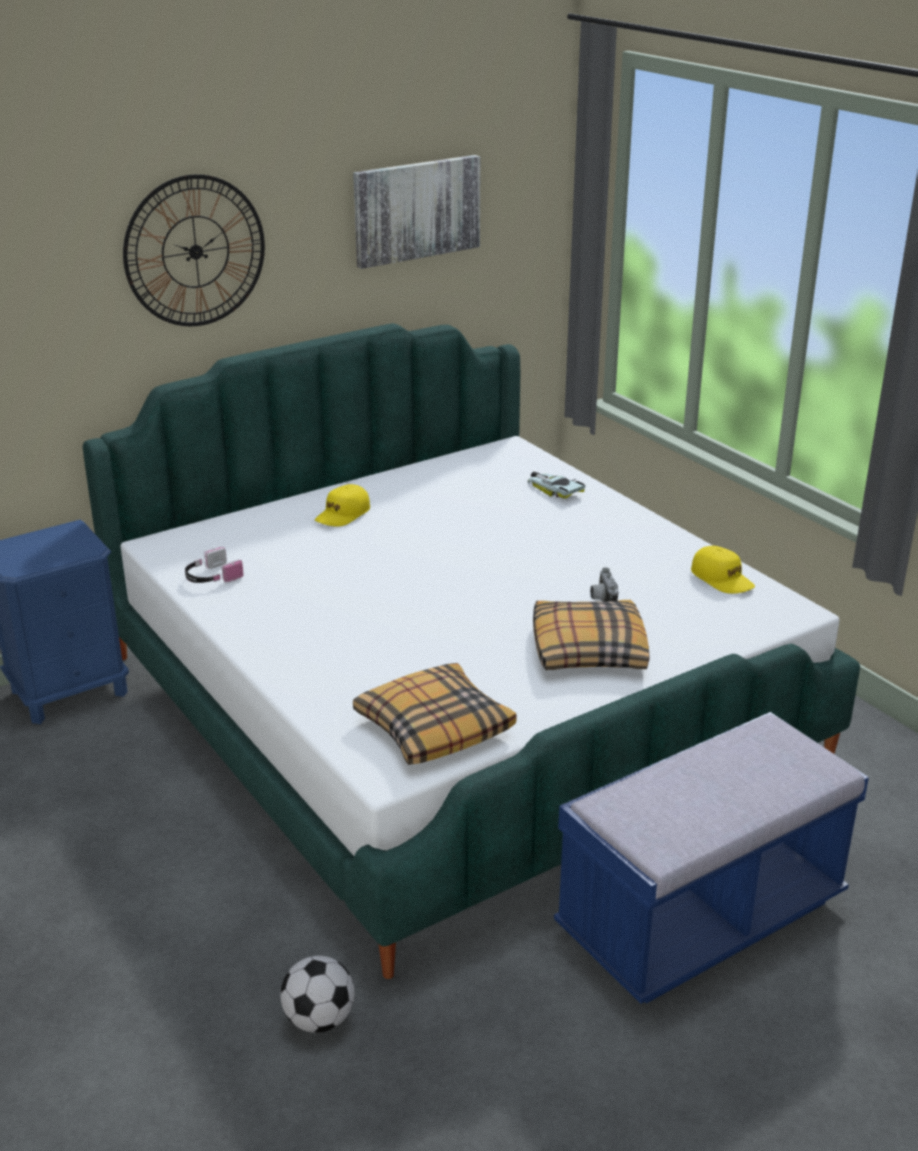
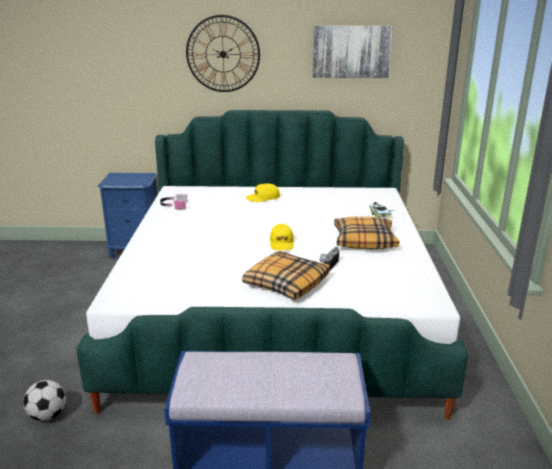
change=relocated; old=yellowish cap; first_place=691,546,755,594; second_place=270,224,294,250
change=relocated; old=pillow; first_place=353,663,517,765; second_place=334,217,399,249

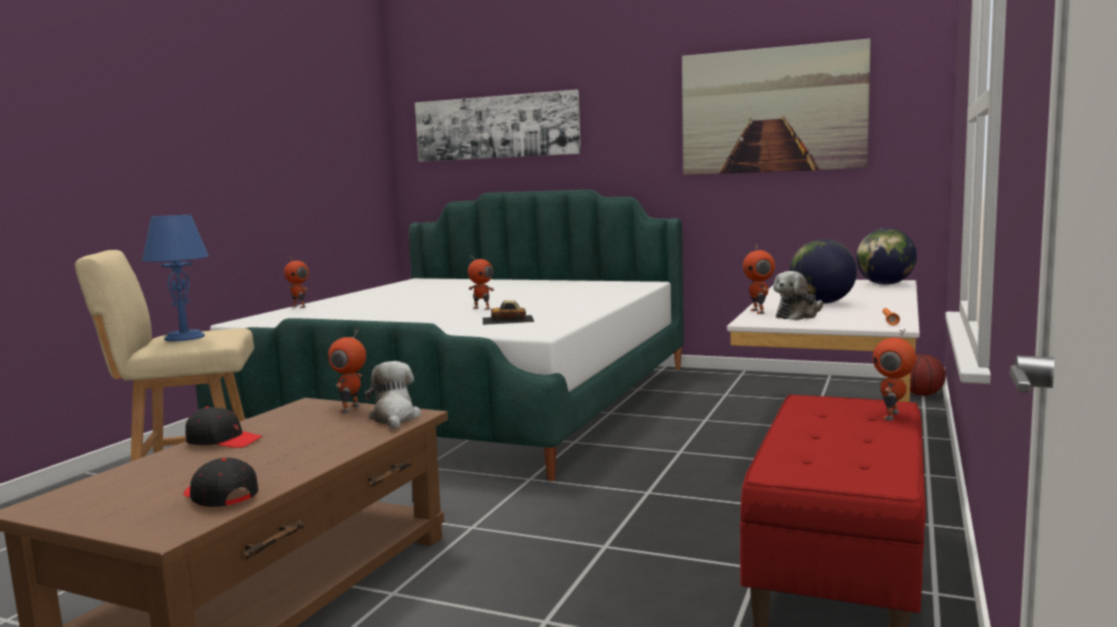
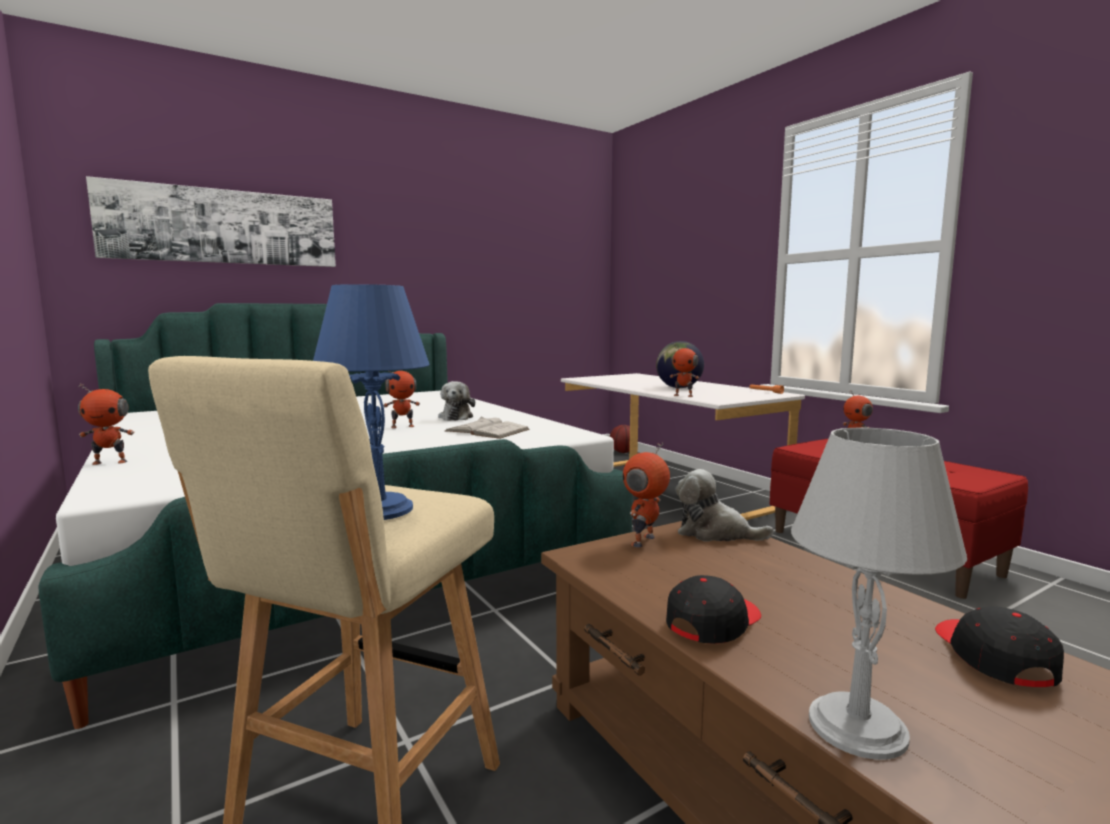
change=missing; old=picture; first_place=682,39,871,175
change=missing; old=desk globe; first_place=856,228,917,285
change=relocated; old=plush toy; first_place=773,271,823,320; second_place=438,381,475,421
change=exchanged; old=model car; new=white-coloured book; first_place=483,300,534,325; second_place=445,417,530,439
change=spun; old=robot figure; first_place=328,328,366,413; second_place=623,442,670,547; degrees=75
change=spun; old=black cap; first_place=183,458,259,507; second_place=935,606,1064,687; degrees=105
change=appeared; new=grey lamp for a table; second_place=791,427,967,760

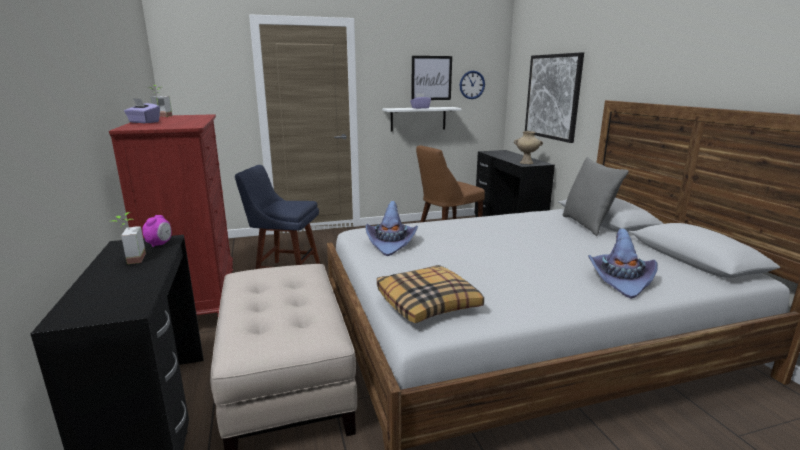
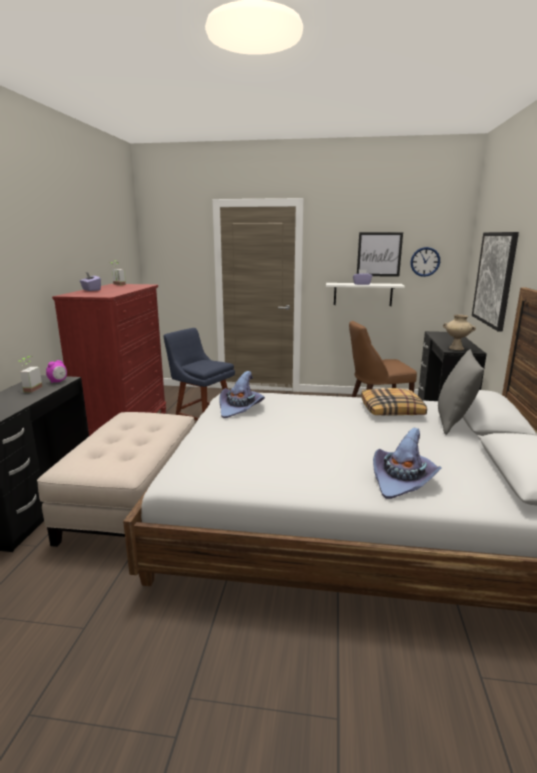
change=relocated; old=pillow; first_place=377,265,484,323; second_place=361,388,427,416

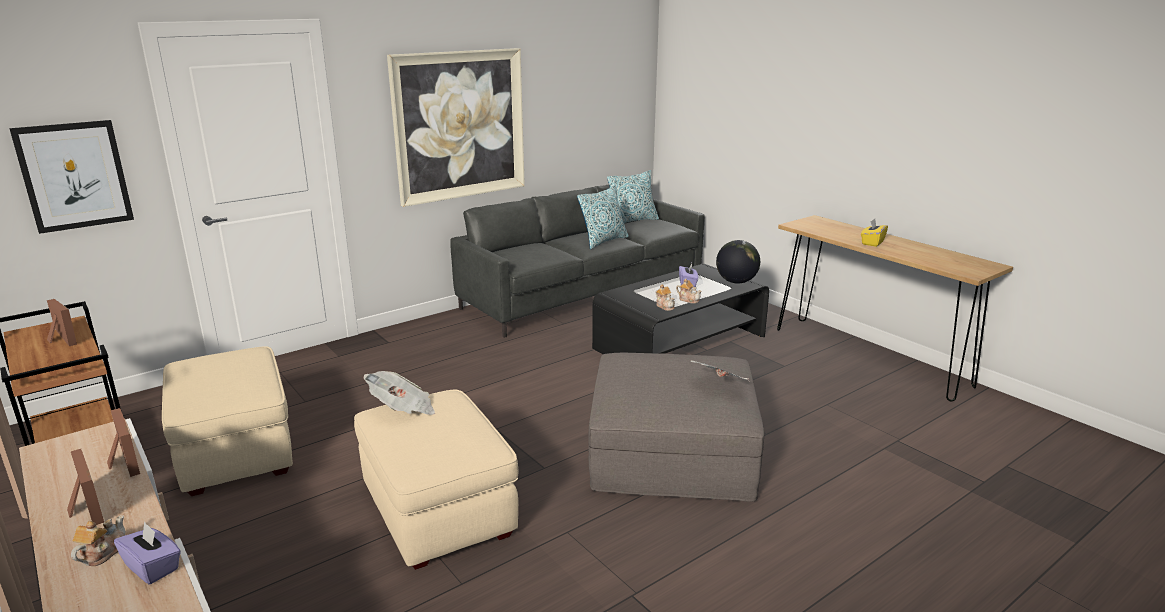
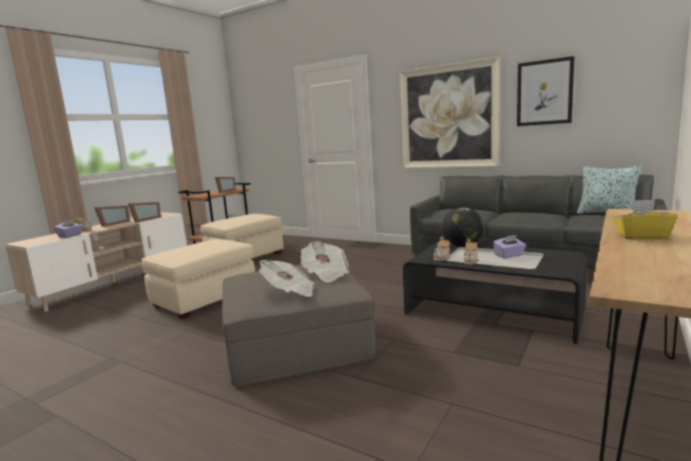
change=relocated; old=picture; first_place=9,120,134,234; second_place=517,56,575,126
change=missing; old=pillow; first_place=577,185,629,249
change=relocated; old=desk globe; first_place=716,240,760,283; second_place=442,207,484,247
change=relocated; old=printed paper; first_place=363,371,435,415; second_place=301,241,349,282

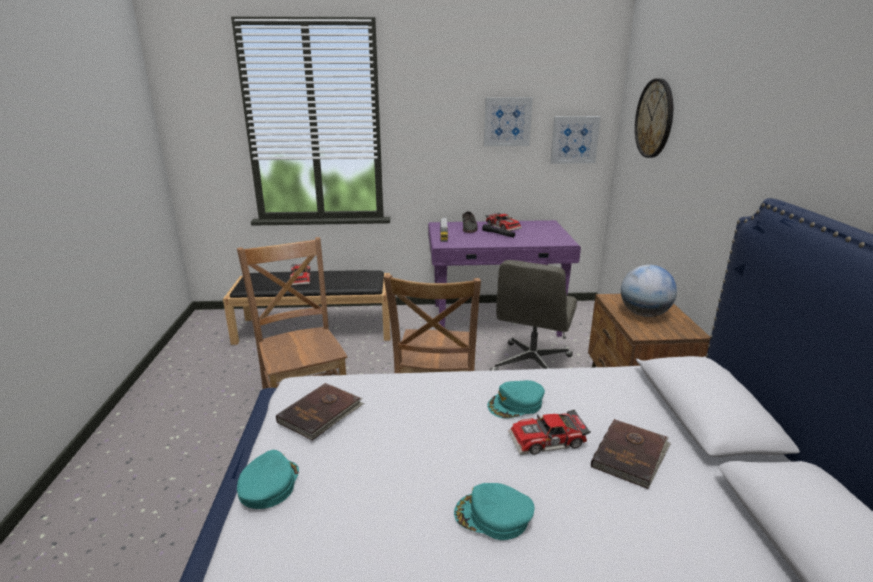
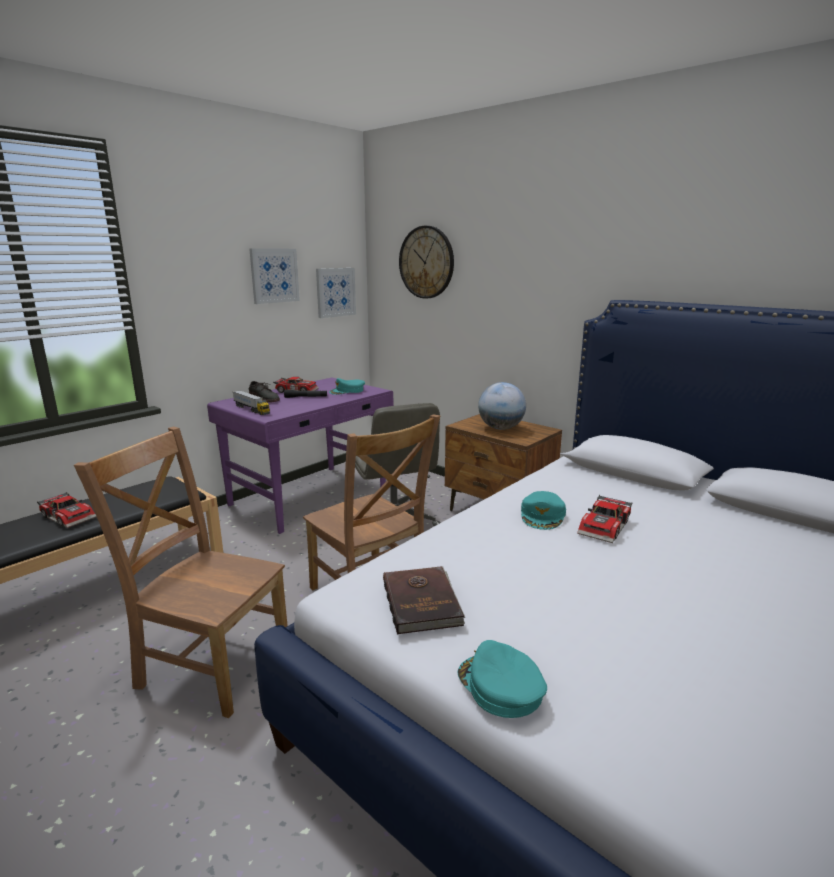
change=missing; old=brown-coloured book; first_place=591,419,671,489
change=relocated; old=turquoise cap; first_place=454,483,534,540; second_place=329,378,365,395

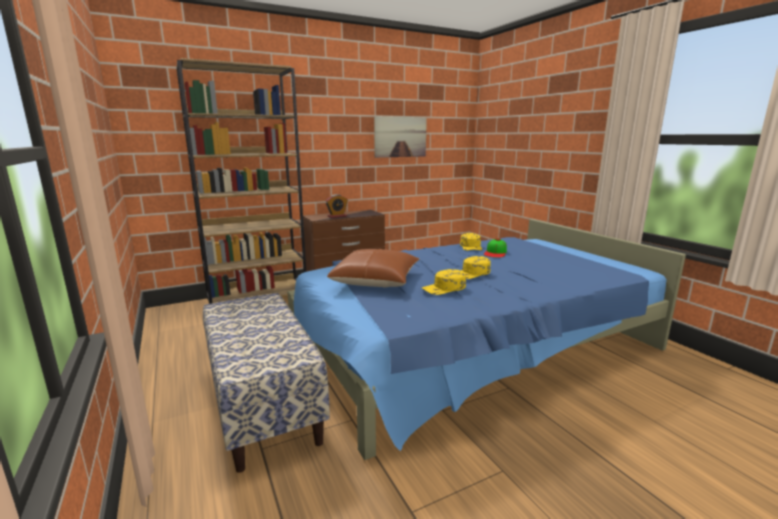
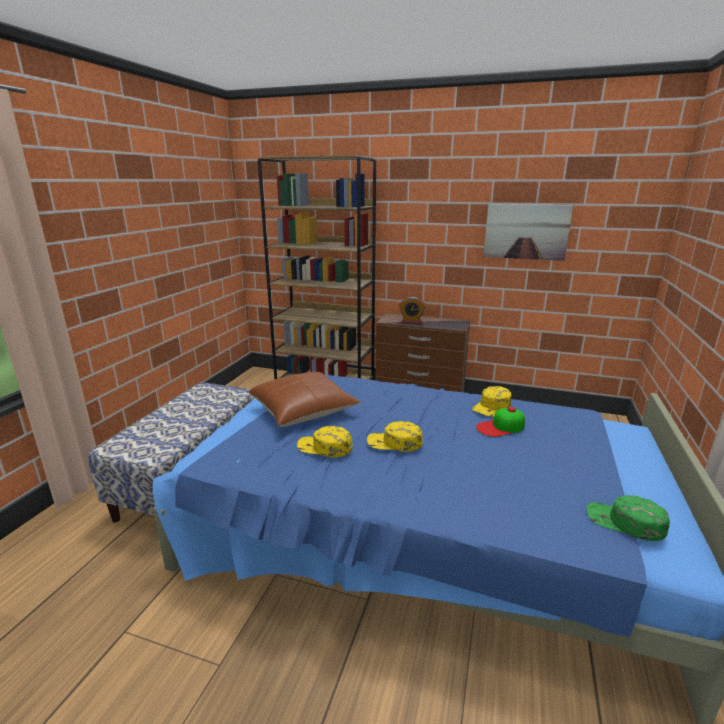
change=appeared; new=green-coloured cap; second_place=587,495,670,541

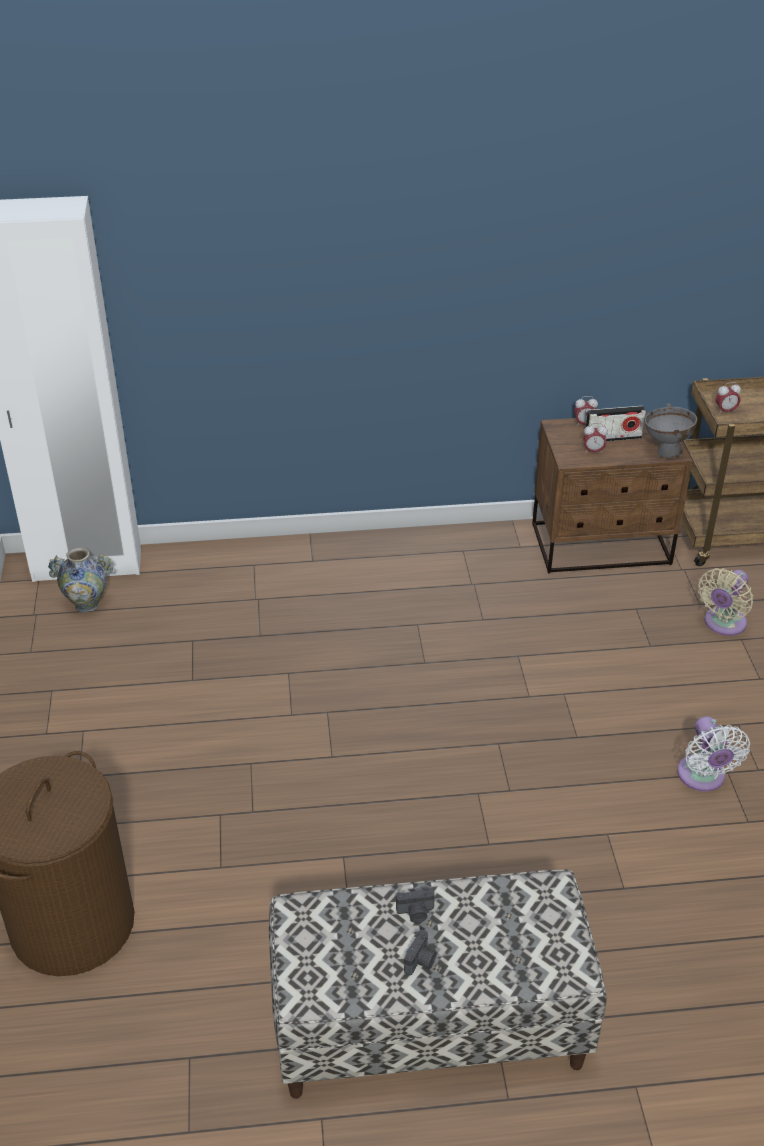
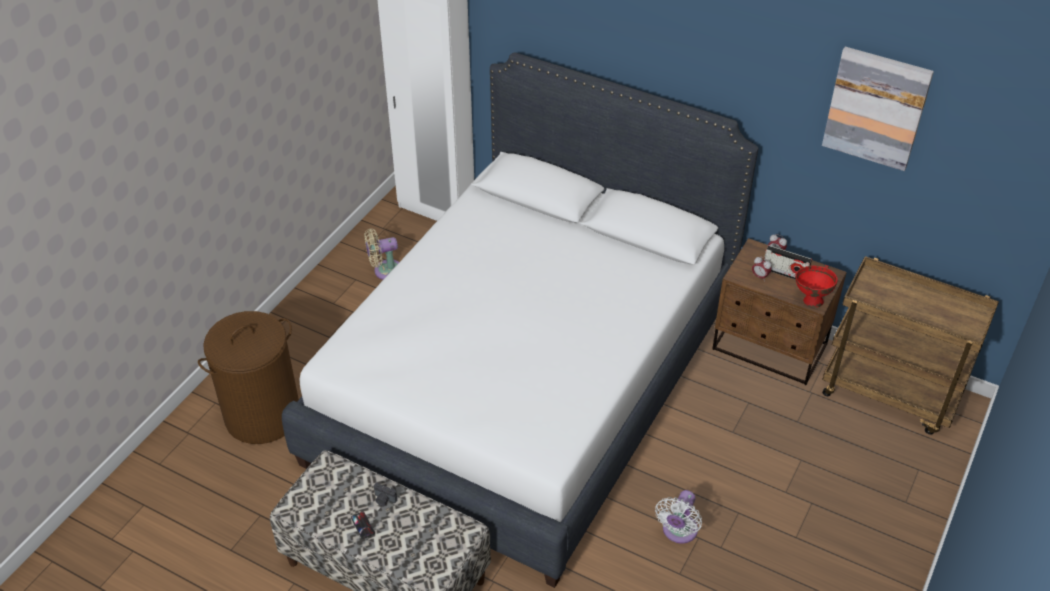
change=missing; old=alarm clock; first_place=715,382,741,414
change=colour; old=grey bowl; new=red bowl; first_place=645,403,697,458; second_place=795,265,838,307
change=missing; old=vase; first_place=48,547,113,613
change=relocated; old=beige cooling fan; first_place=698,568,753,636; second_place=365,229,399,280
change=exchanged; old=photo camera; new=telephone; first_place=404,930,436,975; second_place=351,511,375,539
change=appeared; new=picture; second_place=822,47,934,171
change=appeared; new=white-coloured sleeping bed; second_place=282,52,758,588

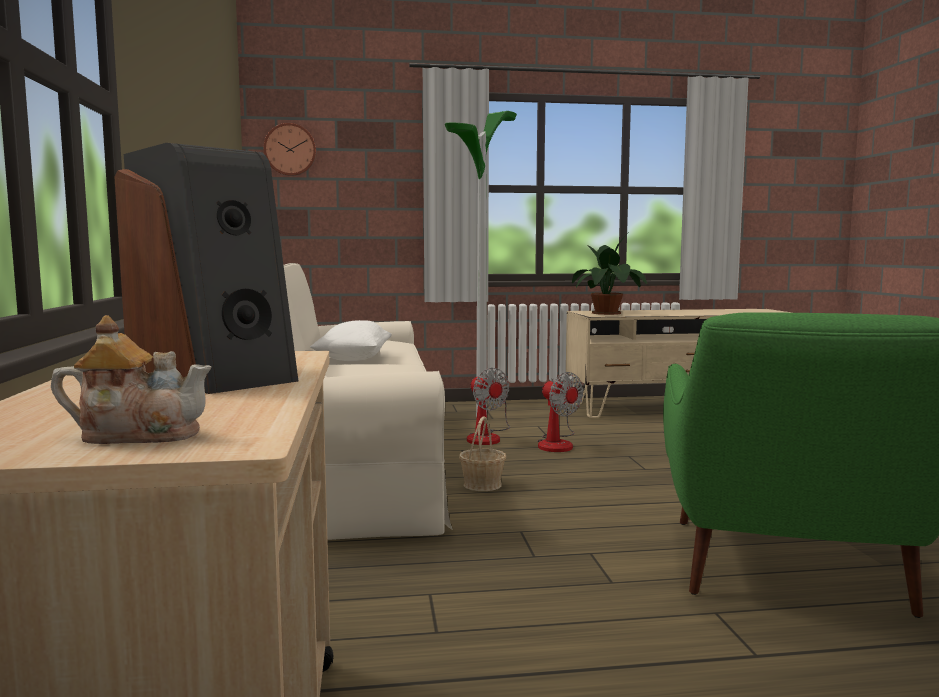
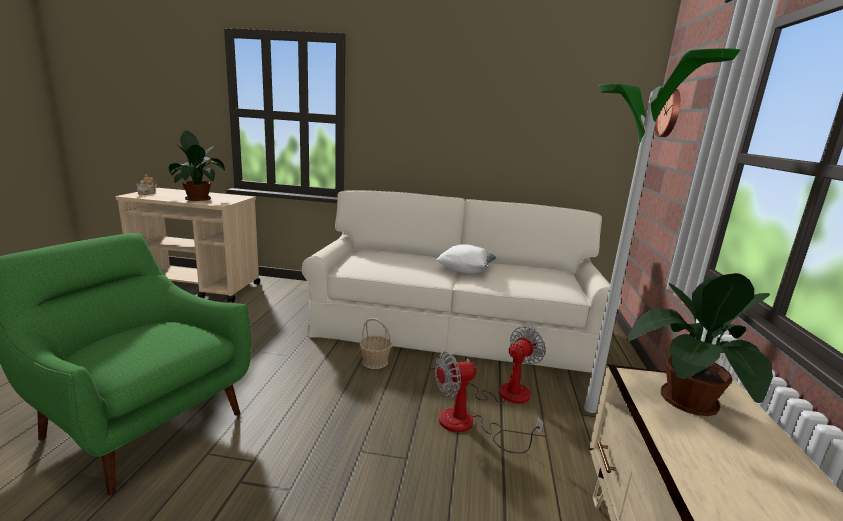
change=exchanged; old=audio speaker; new=potted plant; first_place=114,143,299,394; second_place=168,131,227,201
change=spun; old=cooling fan; first_place=467,368,510,445; second_place=442,327,546,404; degrees=150

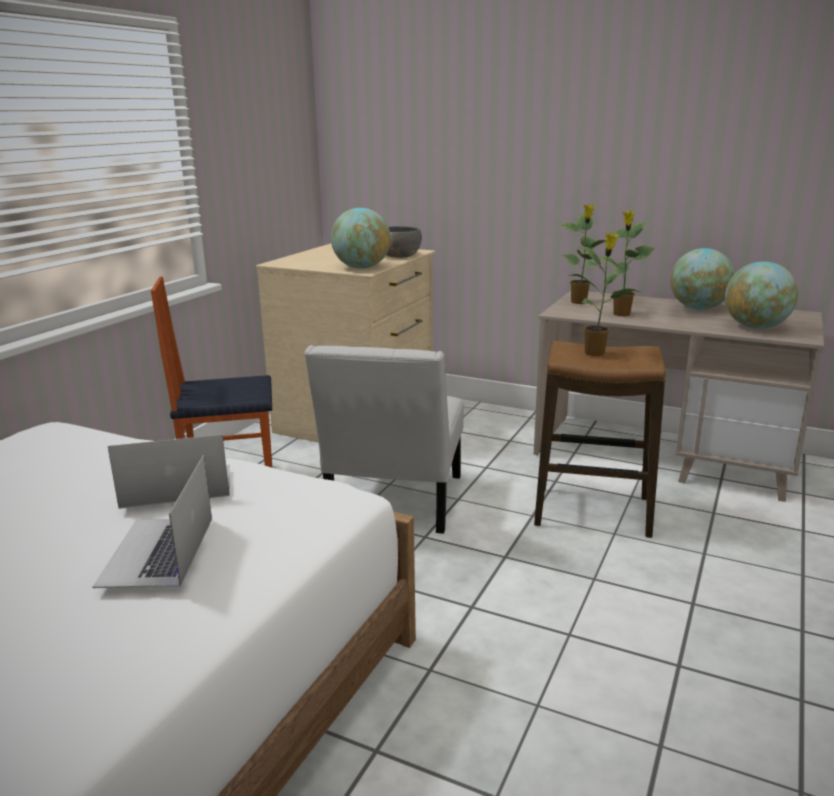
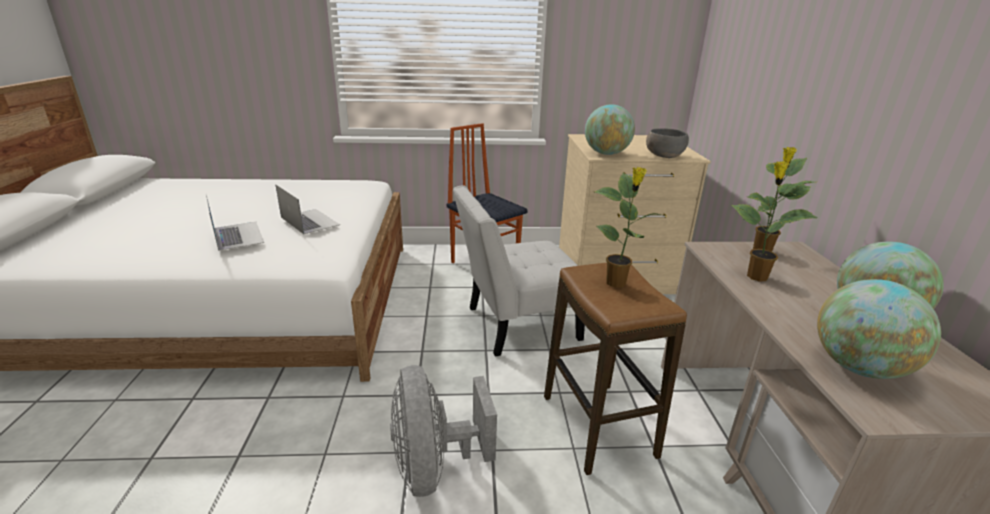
change=spun; old=notebook computer; first_place=92,455,212,588; second_place=206,195,264,251; degrees=90
change=appeared; new=grey cooling fan; second_place=390,365,497,497

